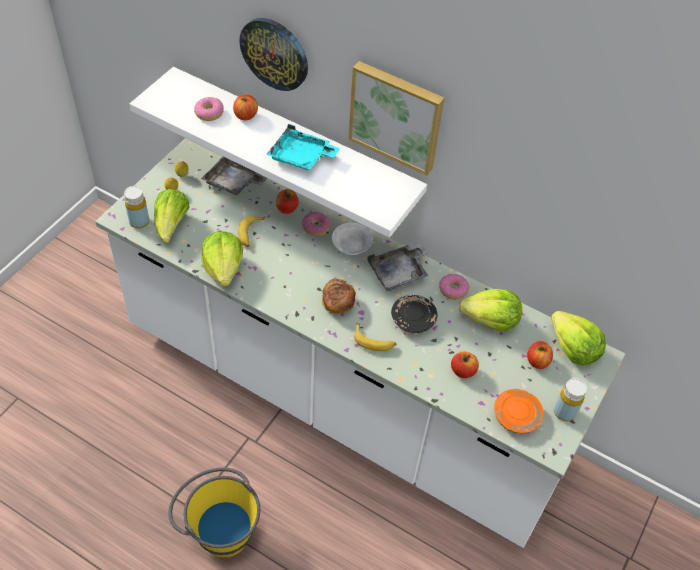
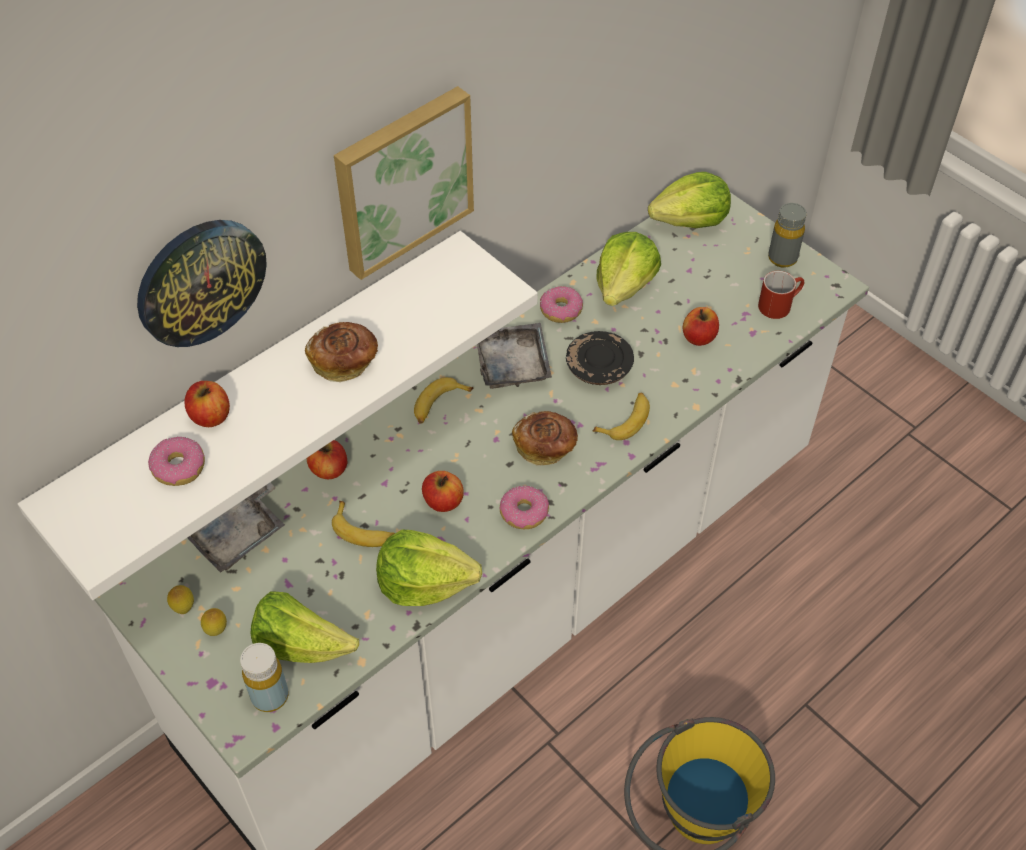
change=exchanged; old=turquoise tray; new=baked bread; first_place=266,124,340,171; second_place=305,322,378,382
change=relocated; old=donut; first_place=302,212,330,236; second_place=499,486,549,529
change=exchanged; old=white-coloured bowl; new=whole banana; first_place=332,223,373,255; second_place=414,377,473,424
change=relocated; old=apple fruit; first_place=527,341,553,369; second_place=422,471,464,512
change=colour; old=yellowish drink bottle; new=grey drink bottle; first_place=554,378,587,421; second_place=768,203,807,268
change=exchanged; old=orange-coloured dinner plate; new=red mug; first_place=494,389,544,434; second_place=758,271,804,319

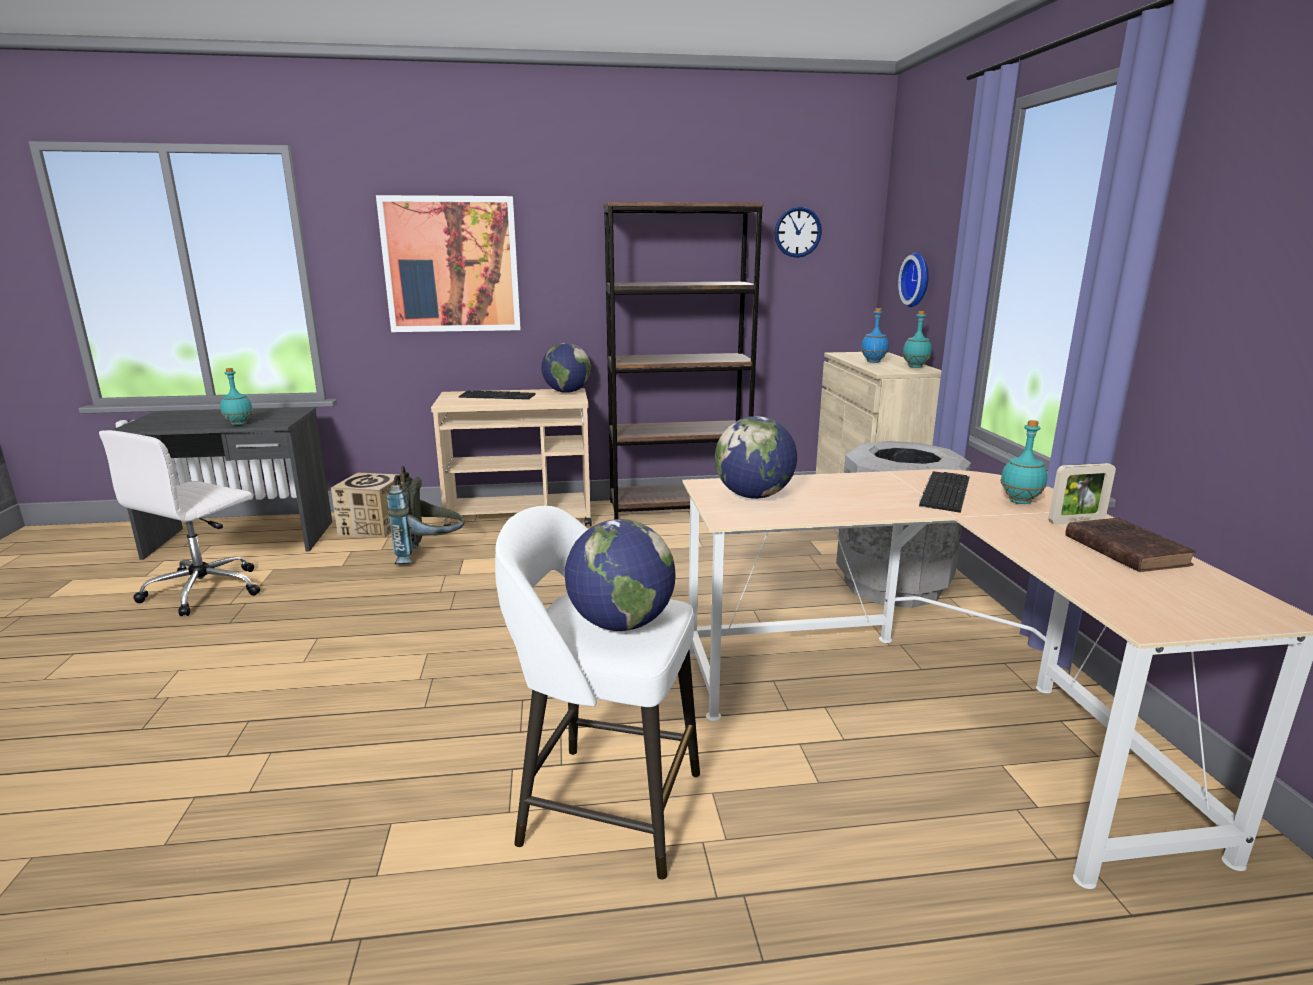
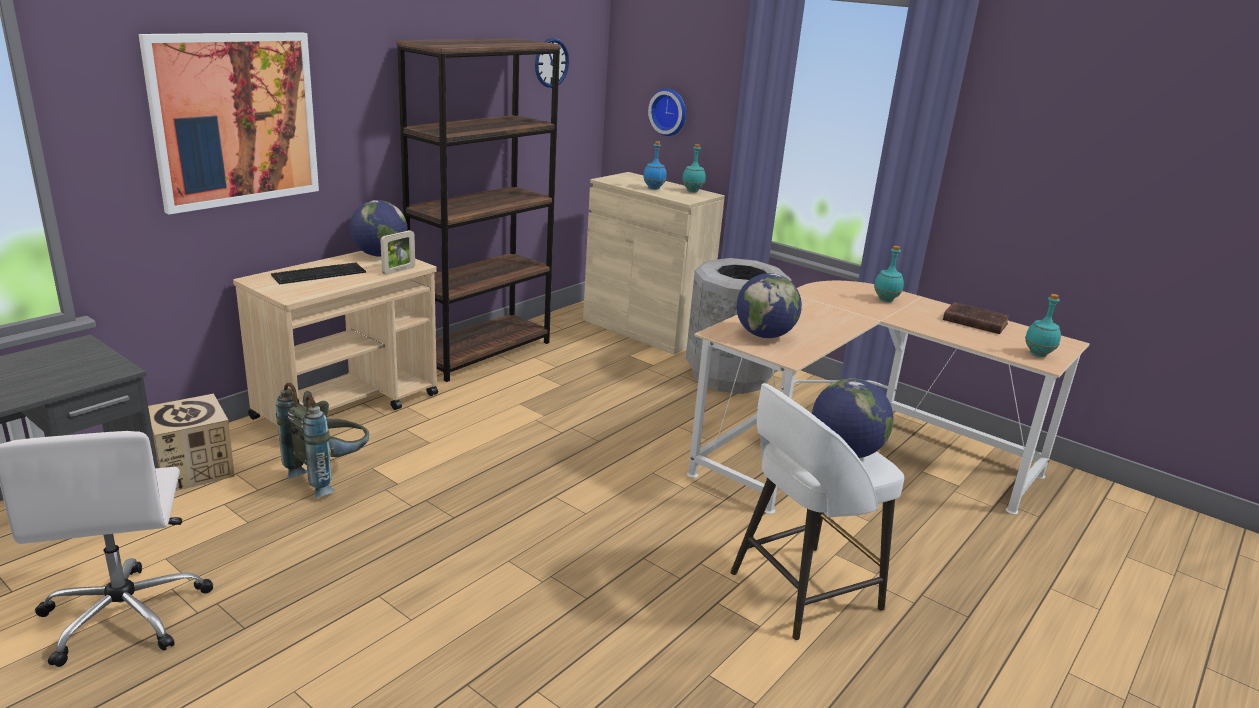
change=relocated; old=turquoise drink bottle; first_place=220,368,253,425; second_place=1025,294,1061,357
change=relocated; old=photo frame; first_place=1048,463,1116,525; second_place=380,230,415,275
change=missing; old=keyboard; first_place=919,471,970,513

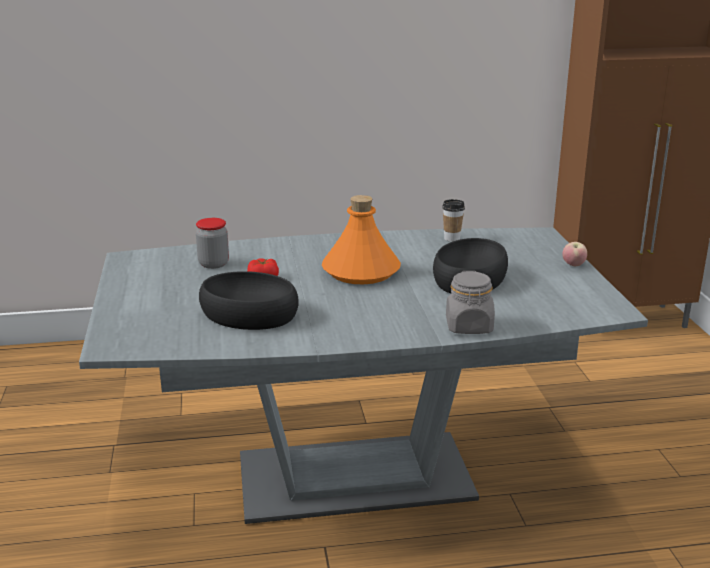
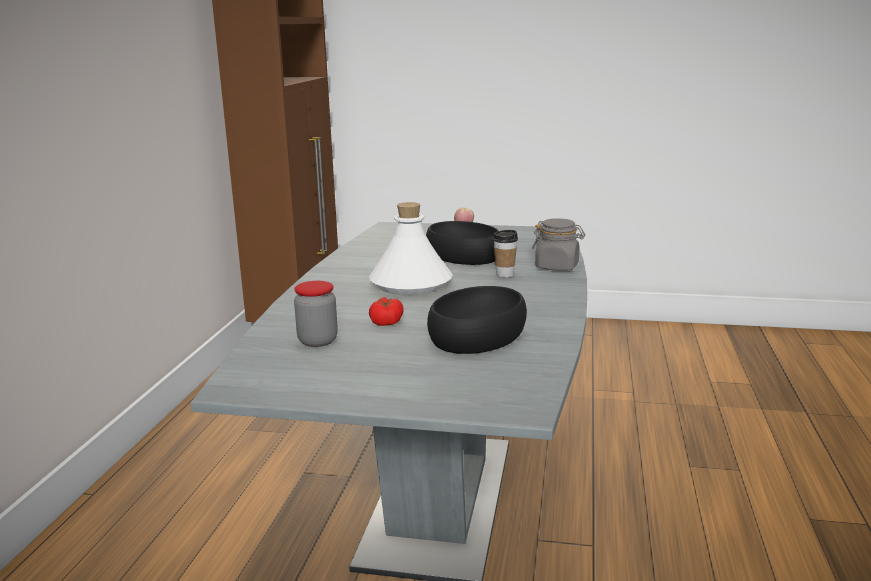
change=colour; old=orange-coloured drink bottle; new=white-coloured drink bottle; first_place=321,195,401,284; second_place=369,202,453,295
change=relocated; old=cup; first_place=442,199,465,242; second_place=493,230,518,278

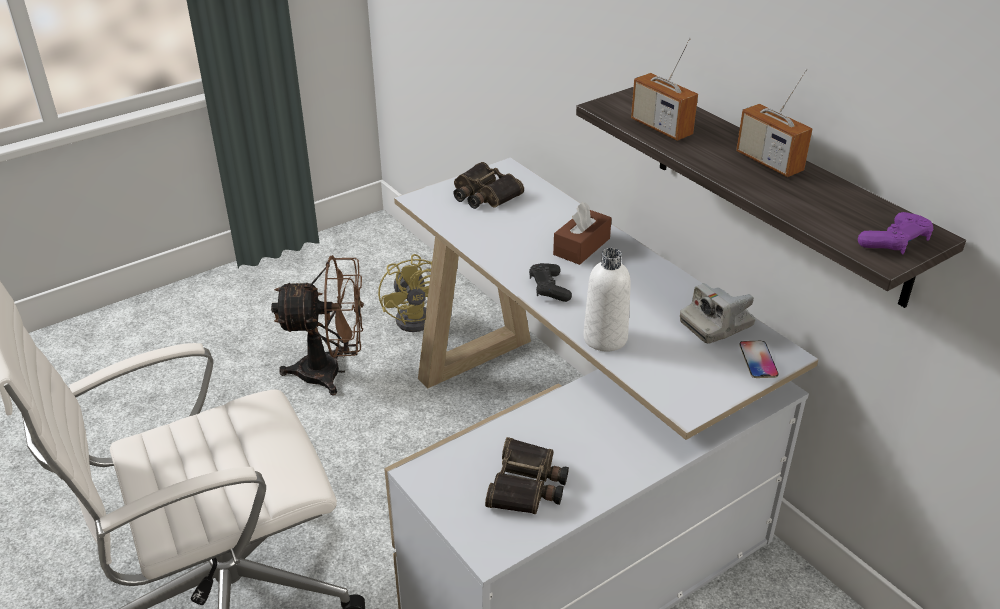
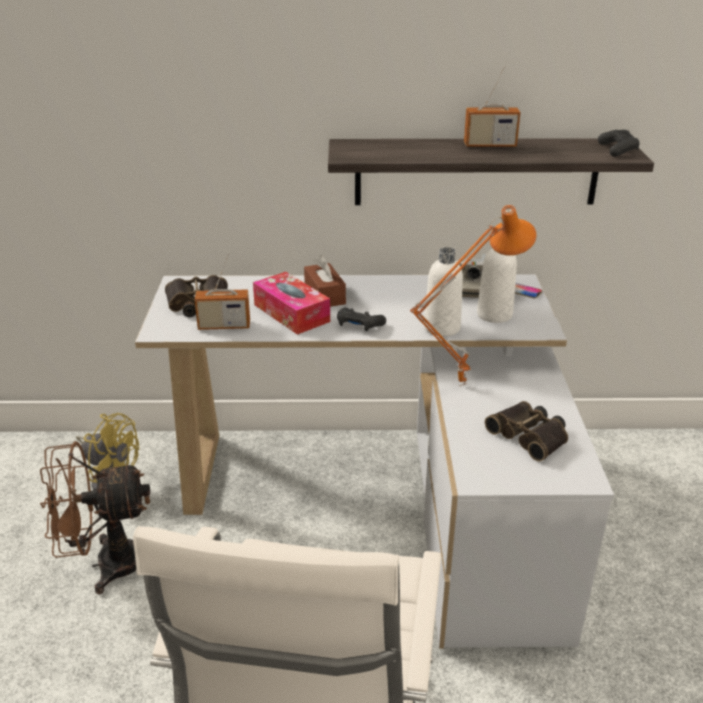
change=relocated; old=radio receiver; first_place=631,37,698,141; second_place=194,253,250,330
change=colour; old=purplish gamepad; new=black gamepad; first_place=858,212,933,255; second_place=598,130,640,157
change=spun; old=brown-coloured cooling fan; first_place=271,255,364,395; second_place=40,441,150,594; degrees=-135
change=appeared; new=orange-coloured lamp for a table; second_place=410,205,537,386
change=appeared; new=white-coloured drink bottle; second_place=477,248,517,323
change=appeared; new=box of tissues; second_place=253,272,330,335

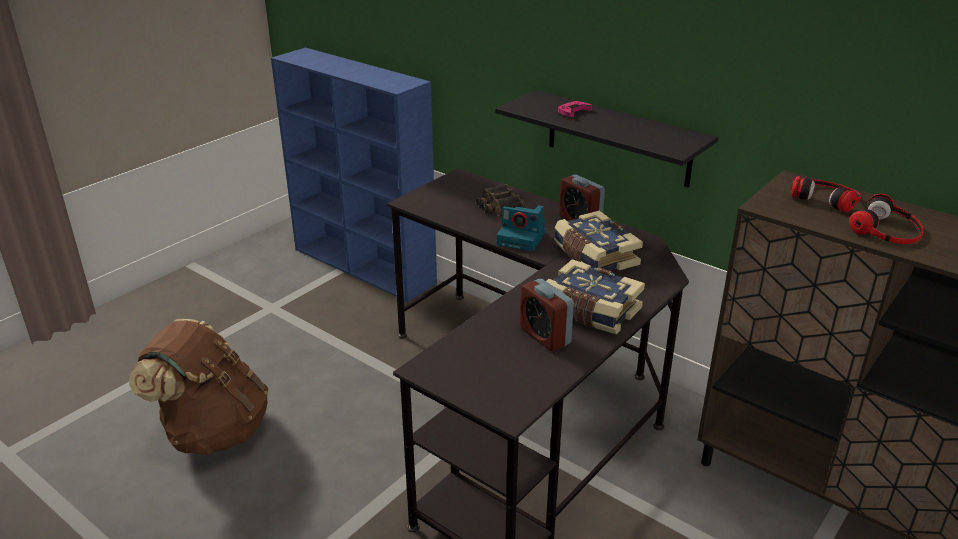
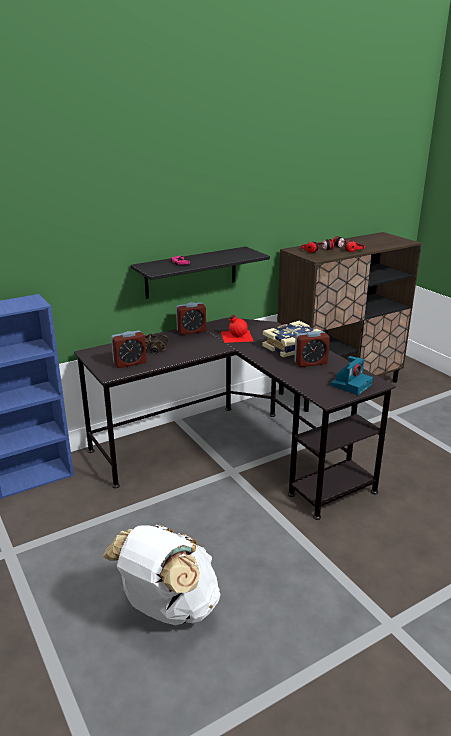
change=relocated; old=photo camera; first_place=497,205,545,251; second_place=330,356,373,395
change=exchanged; old=book; new=red drink bottle; first_place=554,211,643,271; second_place=221,315,253,343
change=colour; old=brown-coloured knapsack; new=white-coloured knapsack; first_place=129,319,268,455; second_place=103,525,221,625
change=appeared; new=alarm clock; second_place=111,330,147,368

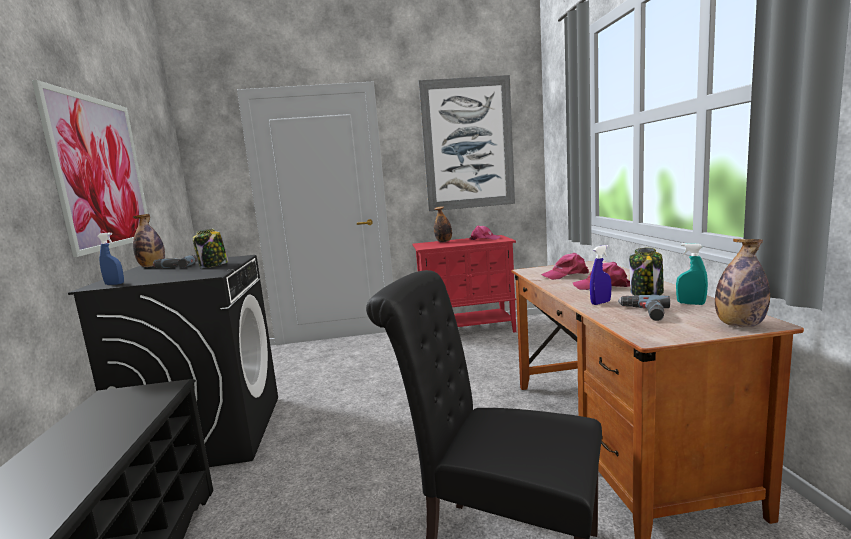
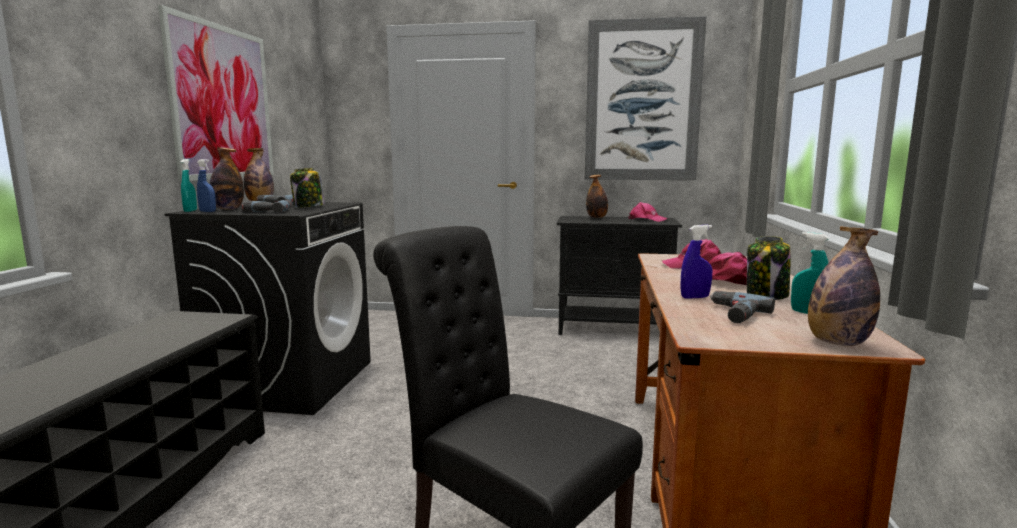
change=colour; old=red cabinet; new=black cabinet; first_place=412,235,516,332; second_place=557,216,682,335
change=appeared; new=drink bottle; second_place=210,147,244,210
change=appeared; new=turquoise hand sprayer; second_place=181,159,197,212
change=appeared; new=power drill; second_place=242,200,292,213

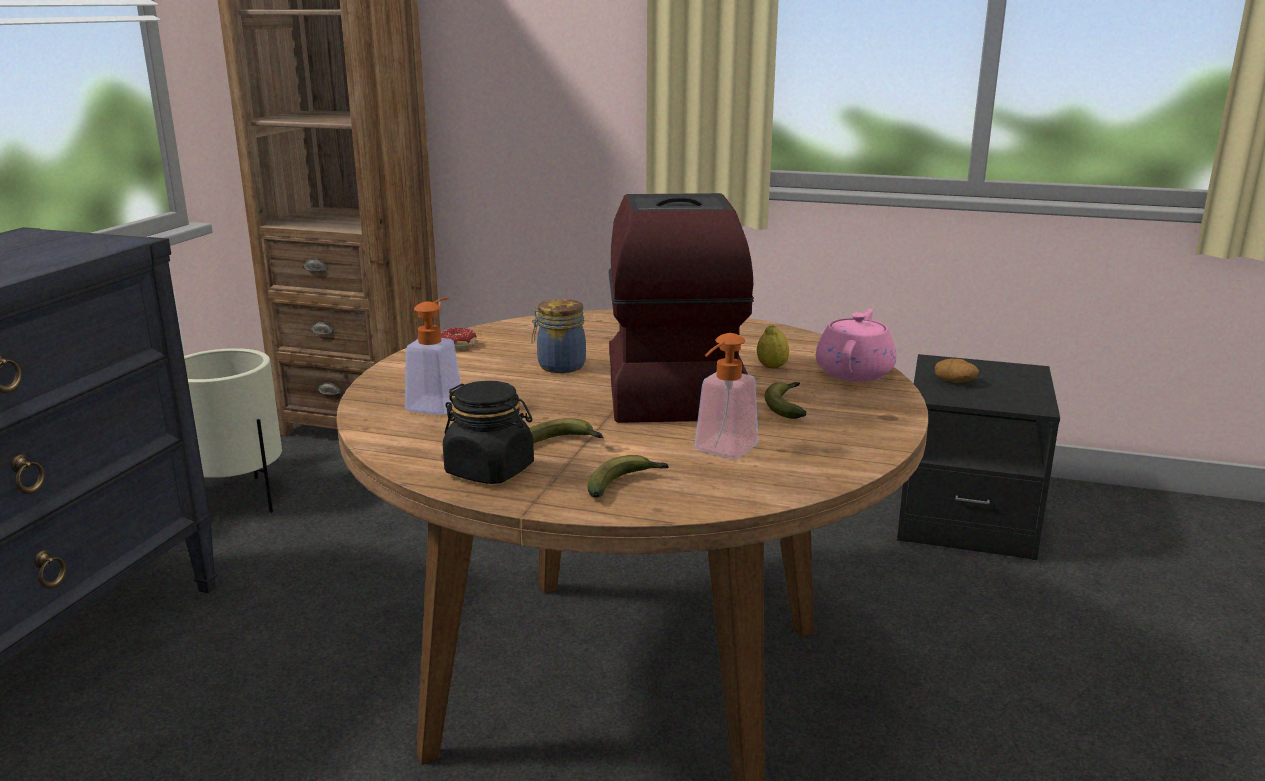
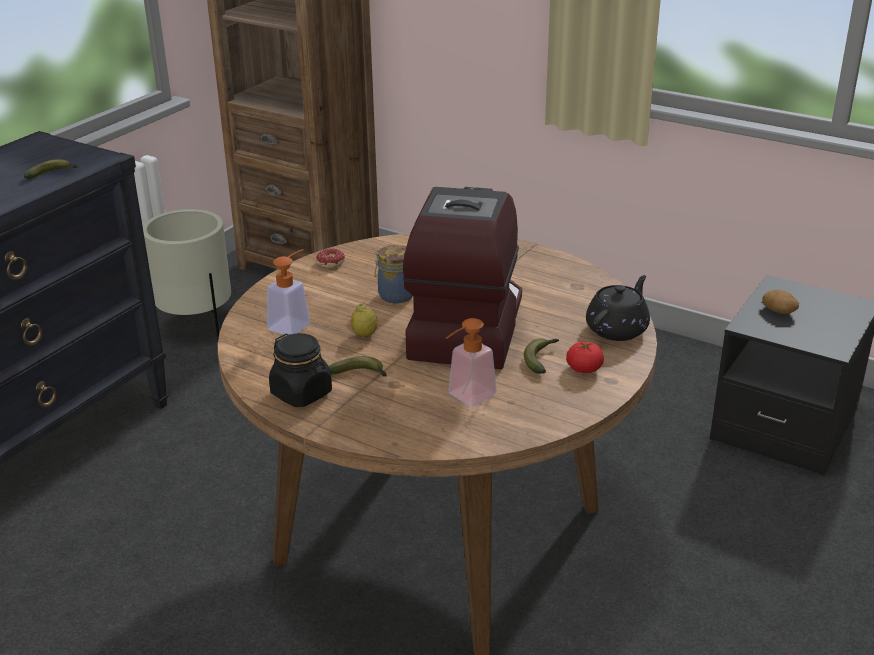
change=colour; old=pinkish tea pot; new=black tea pot; first_place=816,309,897,382; second_place=586,275,650,341
change=relocated; old=lemon; first_place=757,326,789,368; second_place=351,304,378,337
change=relocated; old=whole banana; first_place=587,455,669,497; second_place=24,159,78,179
change=appeared; new=whole tomato; second_place=566,342,604,373

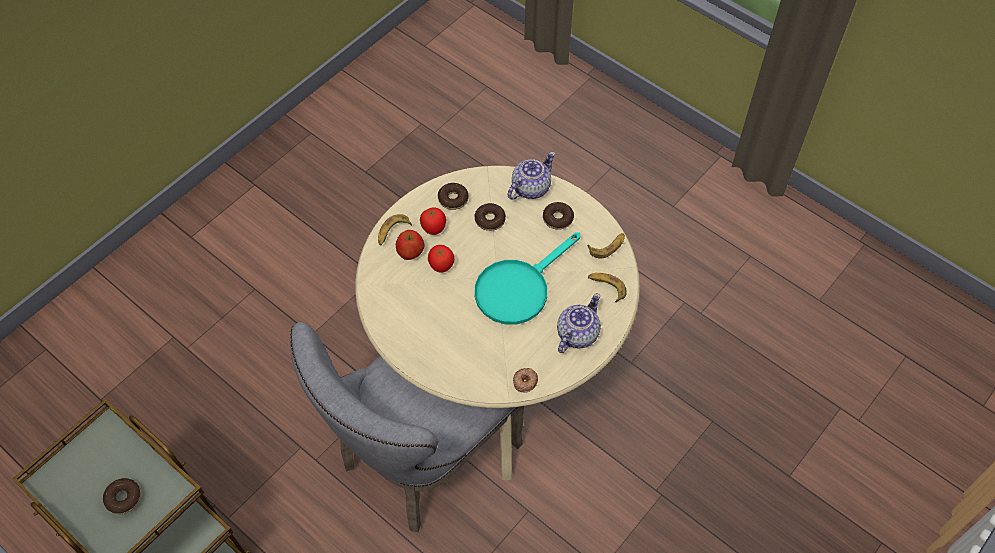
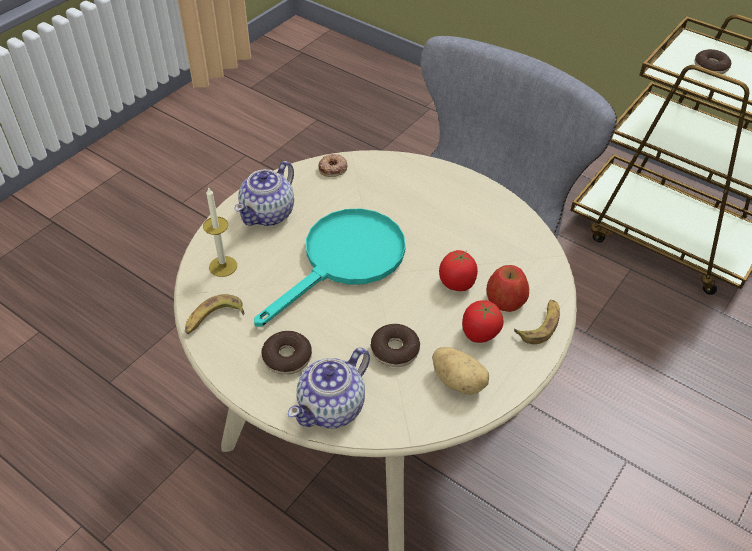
change=exchanged; old=donut; new=spud; first_place=438,183,469,210; second_place=432,347,489,395
change=exchanged; old=whole banana; new=wax light; first_place=588,273,627,303; second_place=203,187,237,277

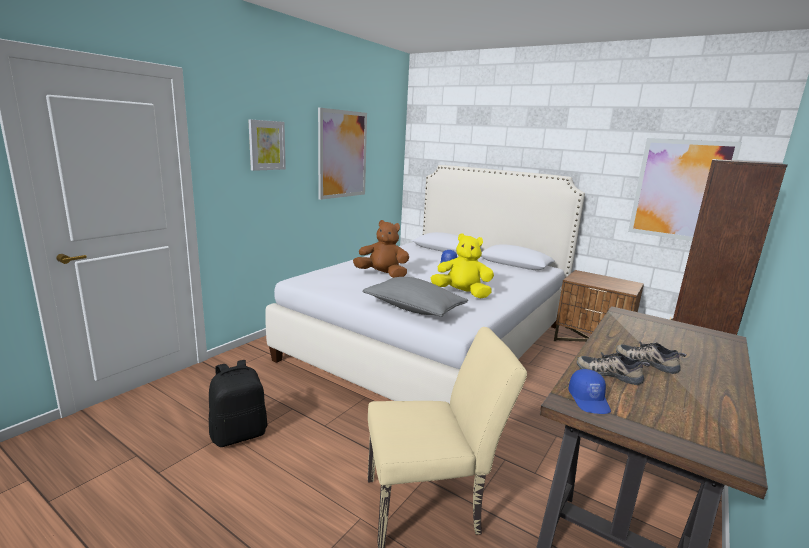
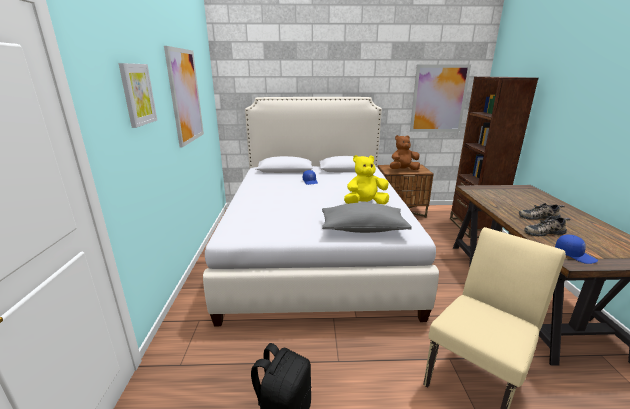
change=relocated; old=brown-coloured plush toy; first_place=353,220,409,278; second_place=390,135,420,170

